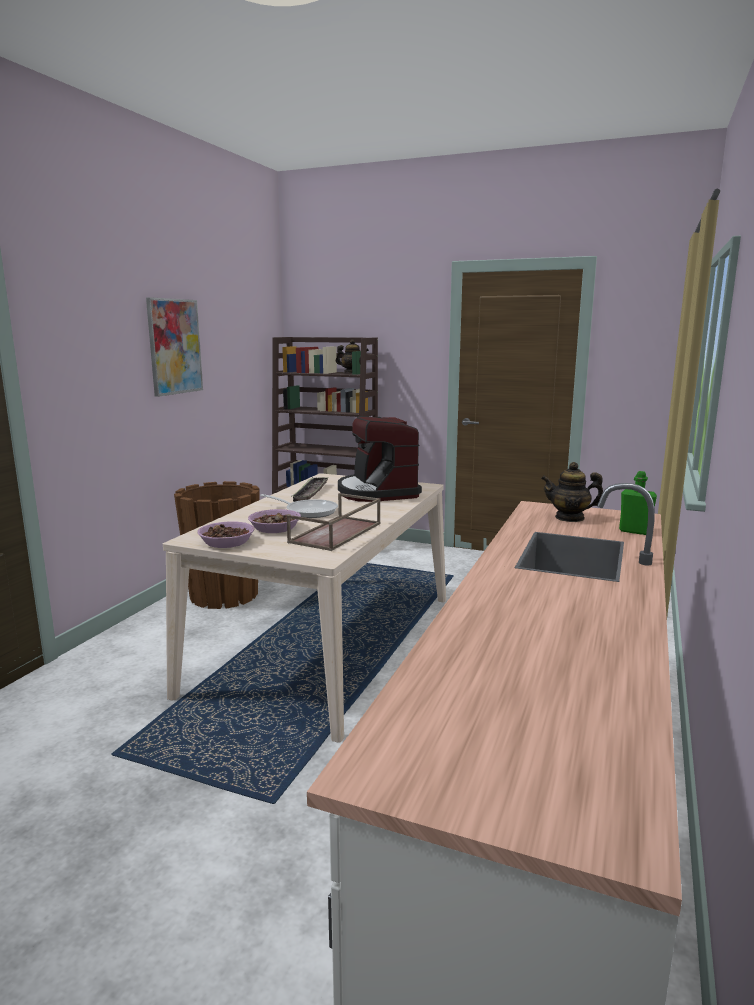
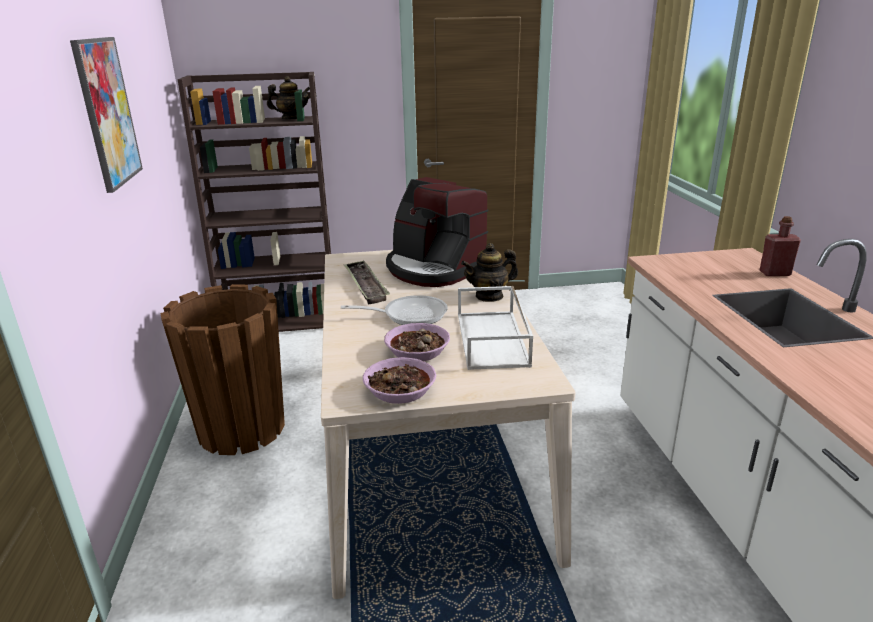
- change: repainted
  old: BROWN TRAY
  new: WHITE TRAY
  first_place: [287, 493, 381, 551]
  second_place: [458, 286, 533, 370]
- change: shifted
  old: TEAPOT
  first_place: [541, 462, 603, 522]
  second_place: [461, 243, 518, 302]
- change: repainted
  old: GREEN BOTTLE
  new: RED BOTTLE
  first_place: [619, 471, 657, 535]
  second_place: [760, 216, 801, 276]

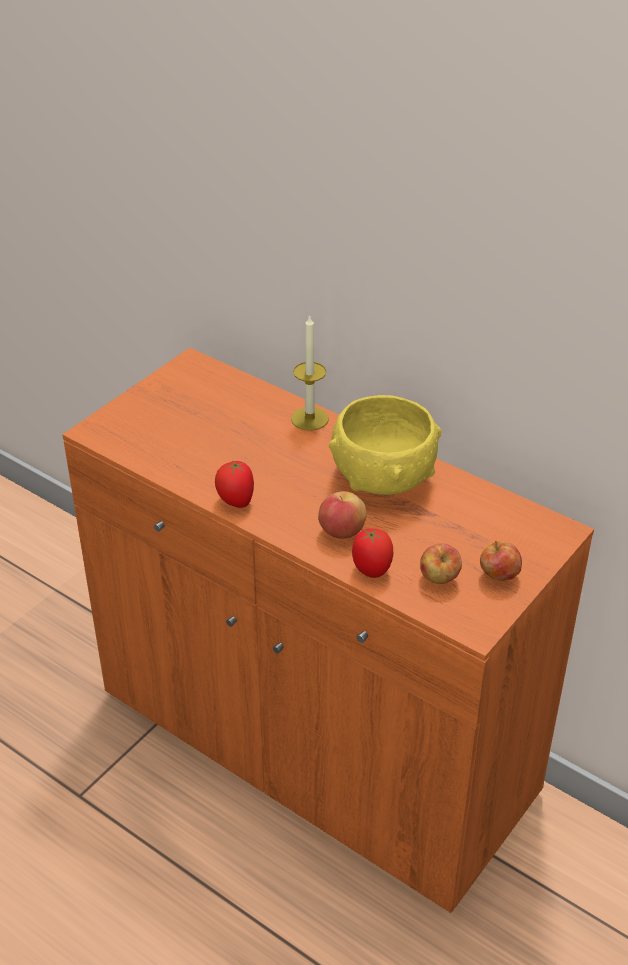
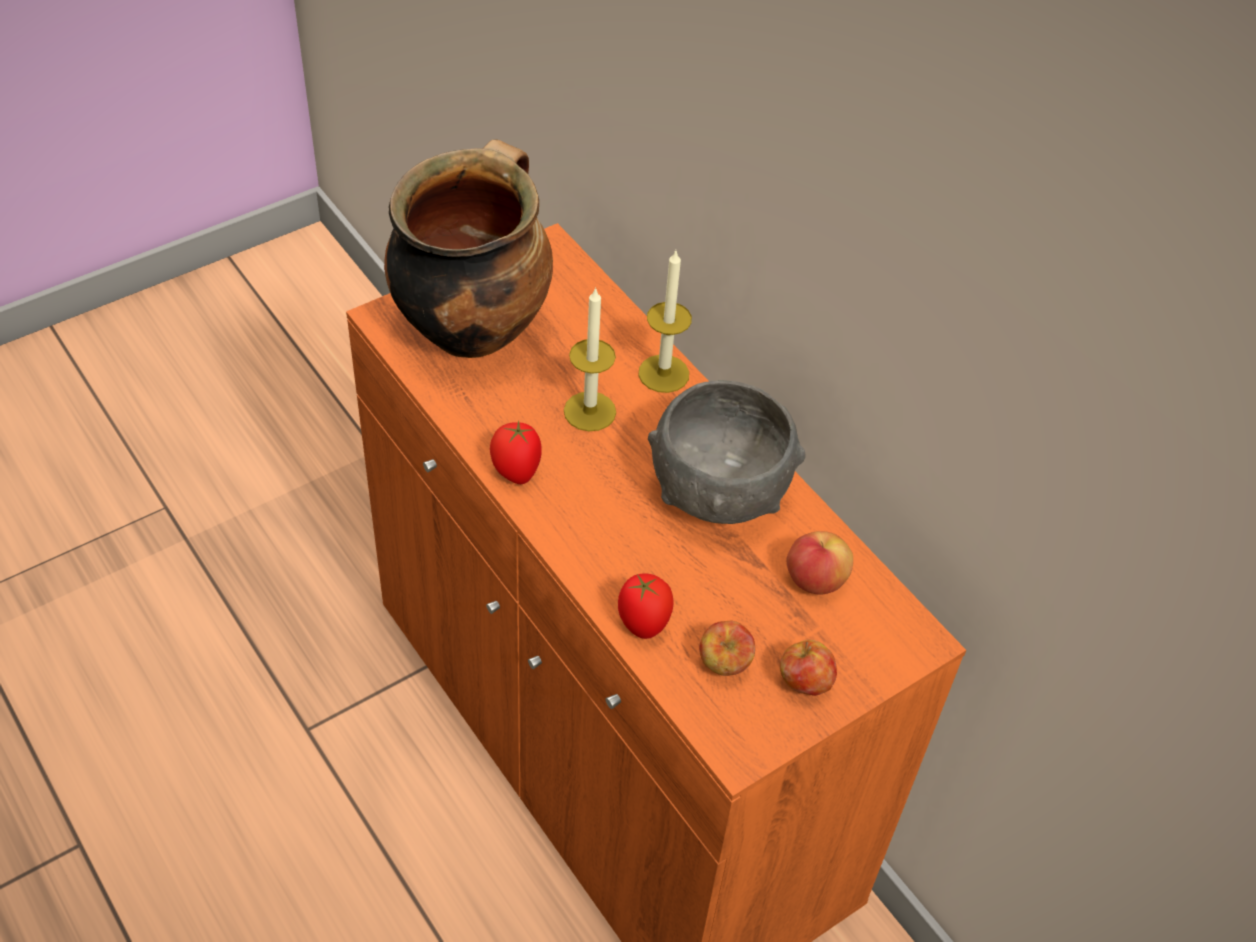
- change: new
  new: COOKING POT
  second_place: [384, 140, 553, 358]
- change: new
  new: CANDLE
  second_place: [564, 287, 616, 431]
- change: repainted
  old: YELLOW BOWL
  new: GREY BOWL
  first_place: [329, 395, 442, 495]
  second_place: [648, 380, 805, 524]
- change: shifted
  old: APPLE
  first_place: [318, 491, 367, 539]
  second_place: [786, 531, 853, 595]

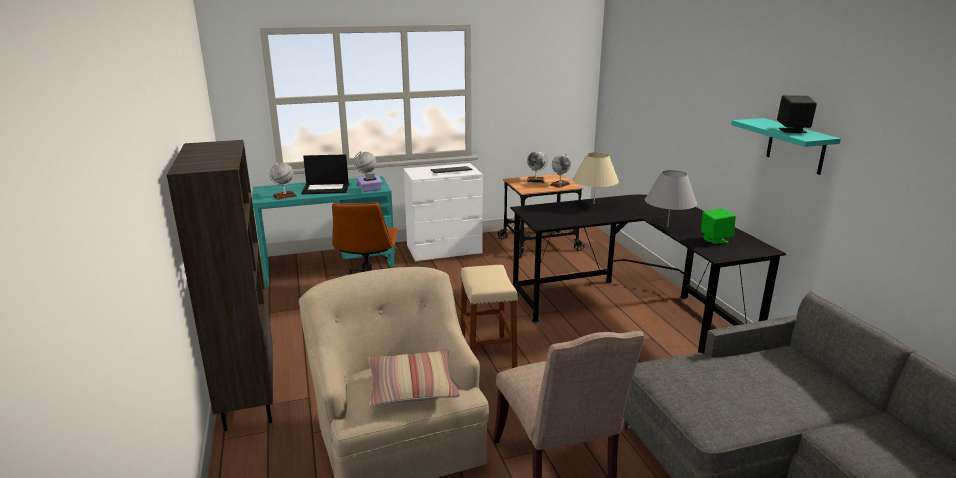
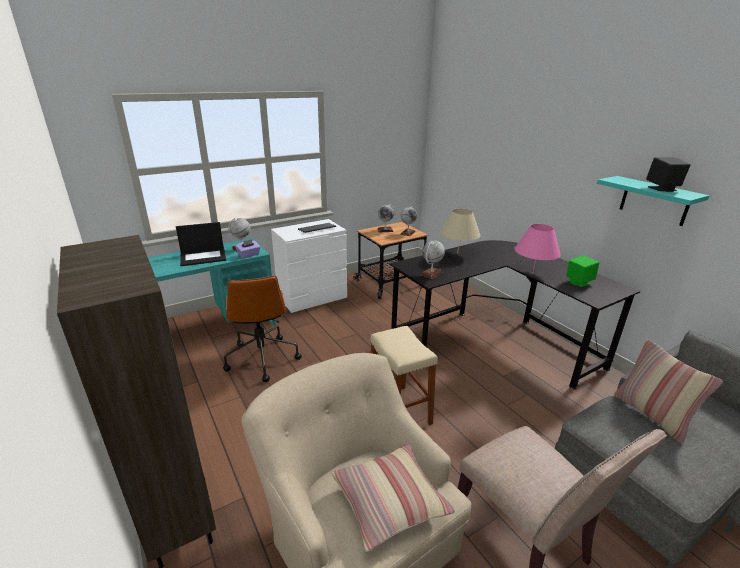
- change: shifted
  old: GLOBE
  first_place: [269, 162, 297, 200]
  second_place: [421, 240, 445, 279]
- change: repainted
  old: GREY TABLE LAMP
  new: PINK TABLE LAMP
  first_place: [645, 170, 697, 227]
  second_place: [515, 224, 561, 272]
- change: new
  new: PILLOW
  second_place: [613, 339, 723, 444]

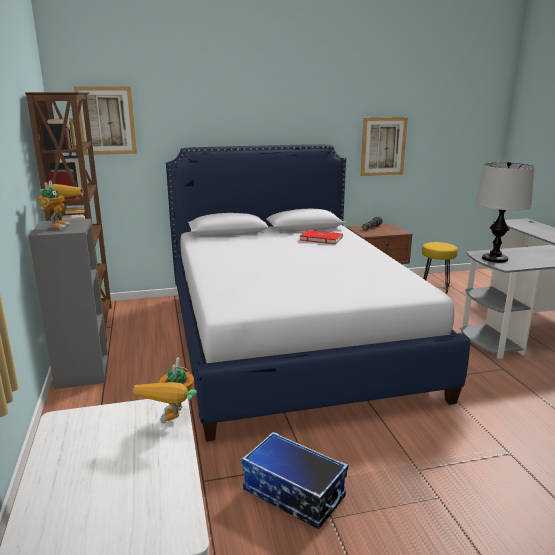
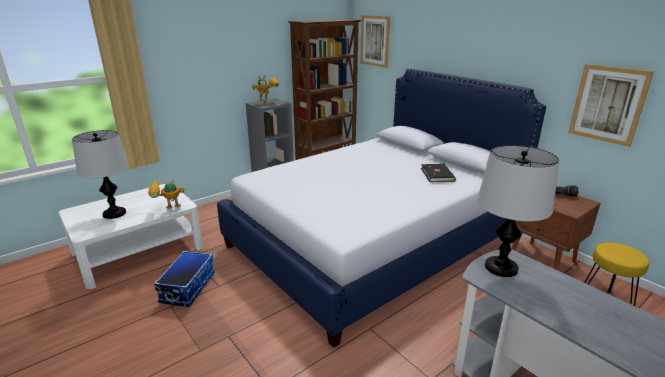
- change: new
  new: TABLE LAMP
  second_place: [72, 130, 129, 219]
- change: repainted
  old: RED BOOK
  new: BLACK BOOK
  first_place: [299, 230, 343, 244]
  second_place: [421, 164, 456, 182]

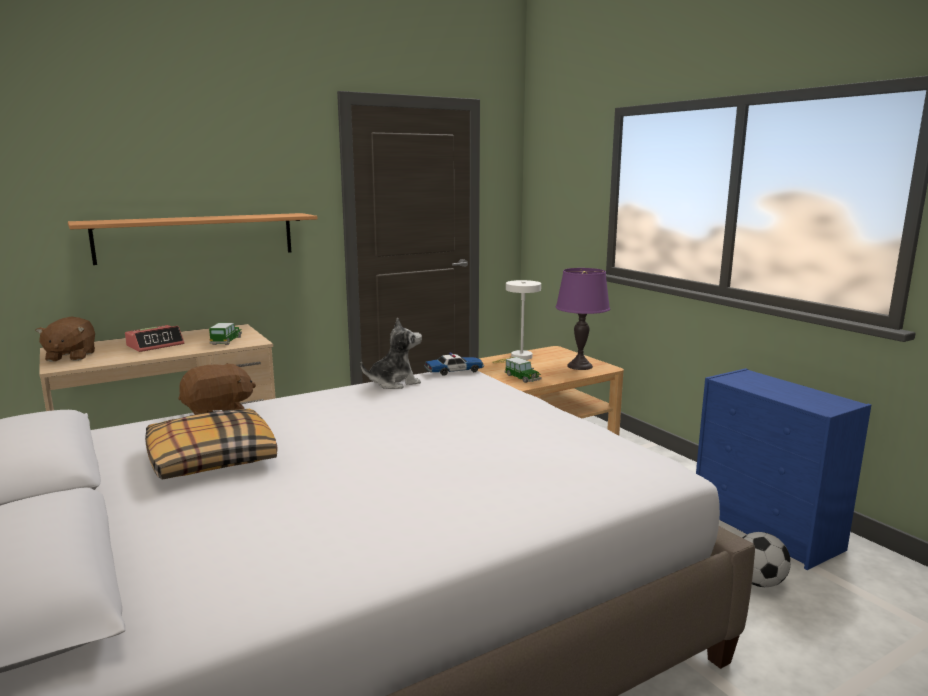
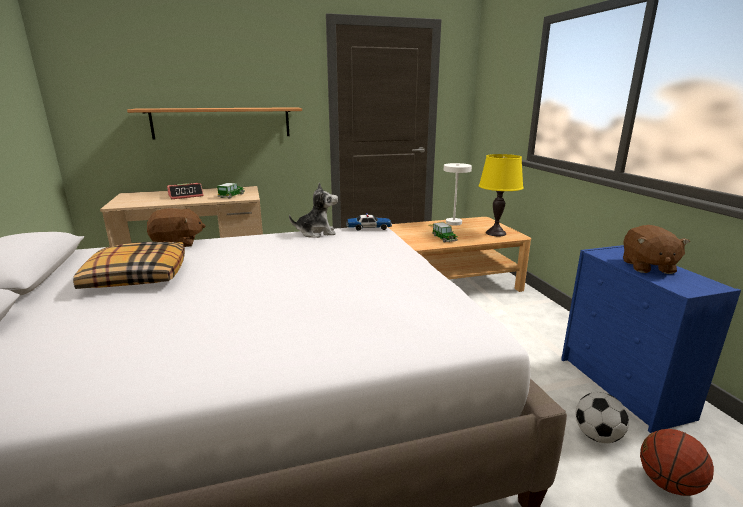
- change: repainted
  old: PURPLE TABLE LAMP
  new: YELLOW TABLE LAMP
  first_place: [556, 268, 610, 370]
  second_place: [479, 154, 524, 236]
- change: shifted
  old: BROWN PLUSH TOY
  first_place: [35, 317, 95, 362]
  second_place: [623, 225, 690, 274]
- change: new
  new: BASKETBALL
  second_place: [640, 429, 714, 496]

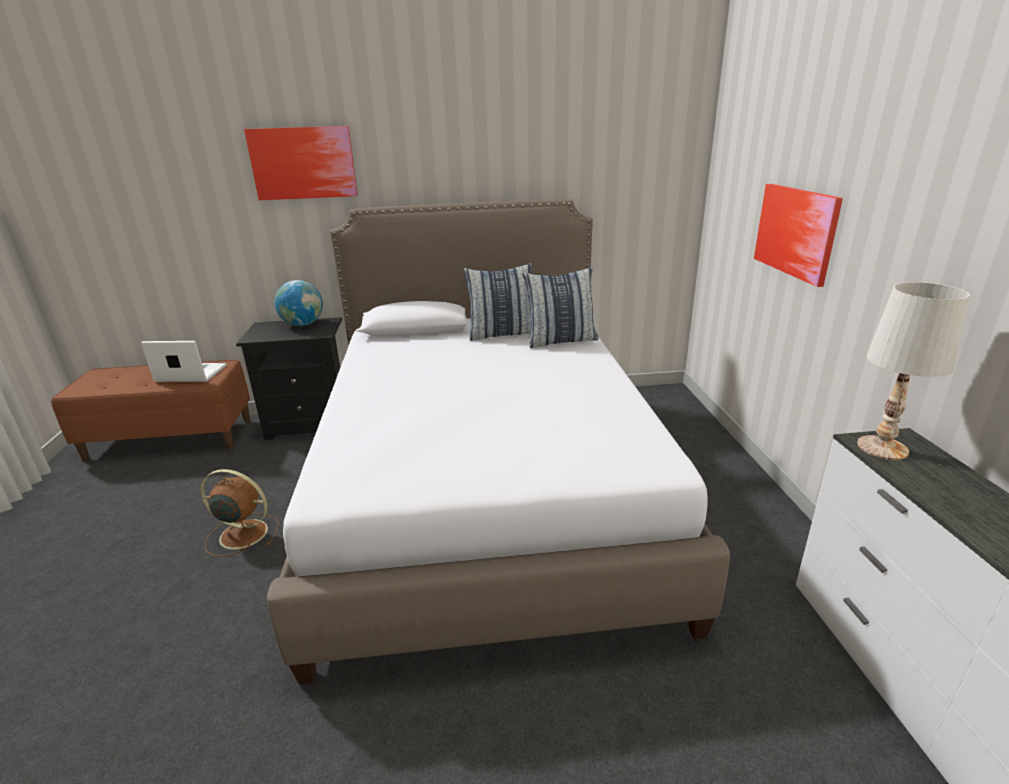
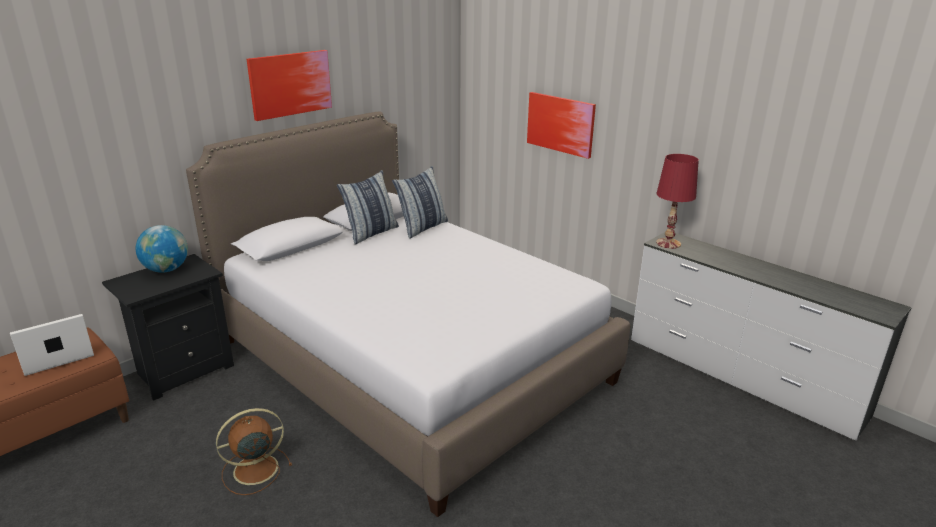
- change: shifted
  old: PICTURE
  first_place: [244, 126, 358, 200]
  second_place: [247, 50, 332, 121]
- change: repainted
  old: WHITE TABLE LAMP
  new: RED TABLE LAMP
  first_place: [857, 282, 970, 460]
  second_place: [656, 154, 699, 249]

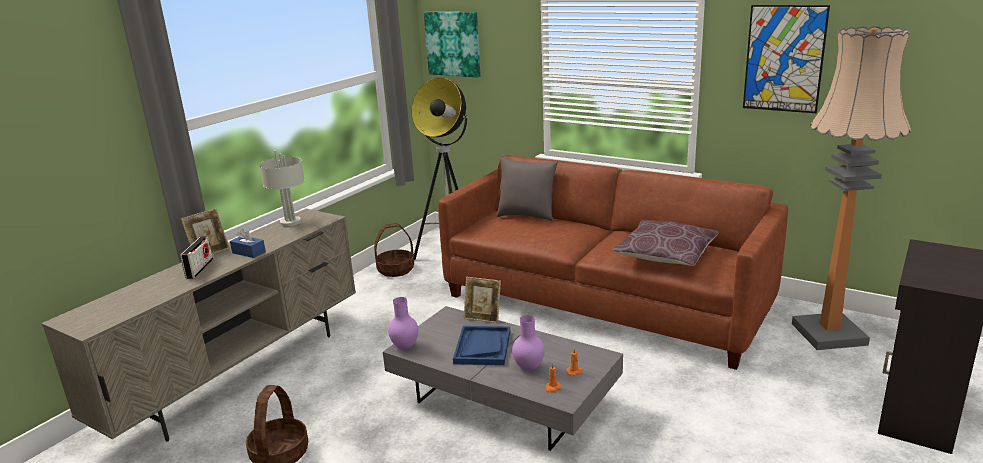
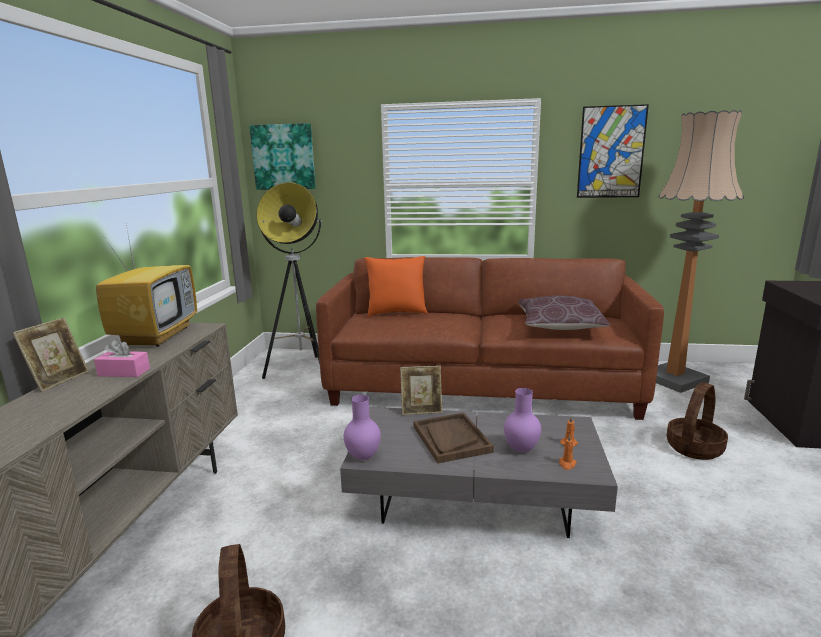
- change: repainted
  old: BLUE TISSUE BOX
  new: PINK TISSUE BOX
  first_place: [230, 229, 266, 258]
  second_place: [94, 339, 150, 377]
- change: swapped
  old: GREY TABLE LAMP
  new: TELEVISION
  first_place: [259, 150, 305, 226]
  second_place: [96, 225, 197, 347]
- change: repainted
  old: GREY PILLOW
  new: ORANGE PILLOW
  first_place: [497, 157, 558, 222]
  second_place: [365, 256, 428, 317]
- change: repainted
  old: BLUE TRAY
  new: BROWN TRAY
  first_place: [453, 326, 510, 365]
  second_place: [414, 413, 494, 464]
- change: shifted
  old: BASKET
  first_place: [374, 223, 414, 277]
  second_place: [666, 382, 728, 460]
- change: gone
  old: RADIO
  first_place: [180, 236, 213, 279]

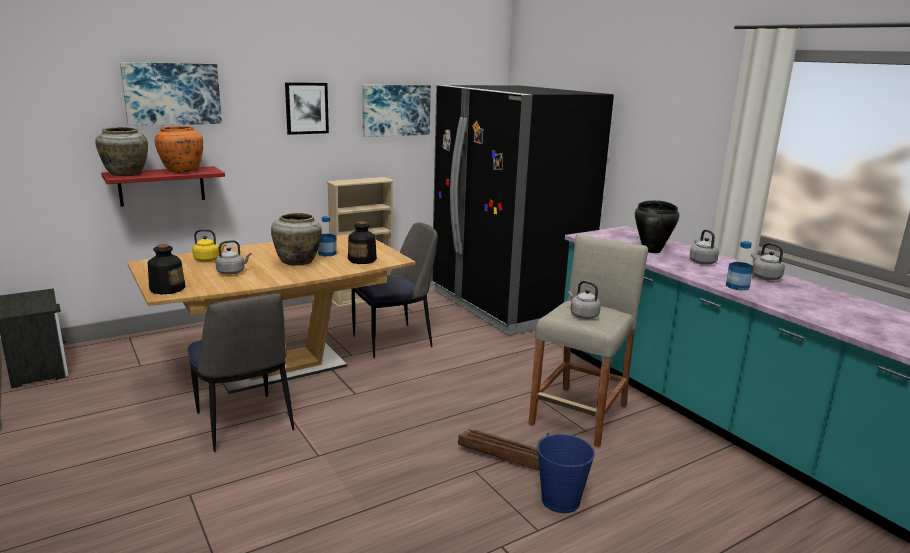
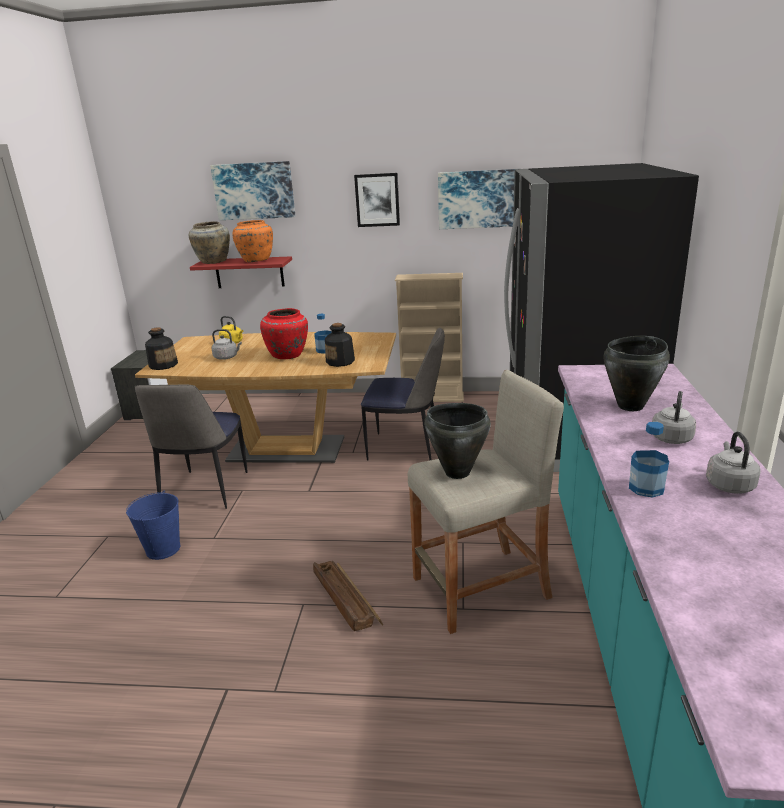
- change: shifted
  old: BLUE BUCKET
  first_place: [537, 433, 595, 513]
  second_place: [126, 491, 180, 560]
- change: repainted
  old: BEIGE VASE
  new: RED VASE
  first_place: [271, 213, 322, 266]
  second_place: [260, 308, 308, 359]
- change: swapped
  old: GREY KETTLE
  new: BLACK COOKING POT
  first_place: [568, 281, 601, 319]
  second_place: [424, 403, 491, 479]

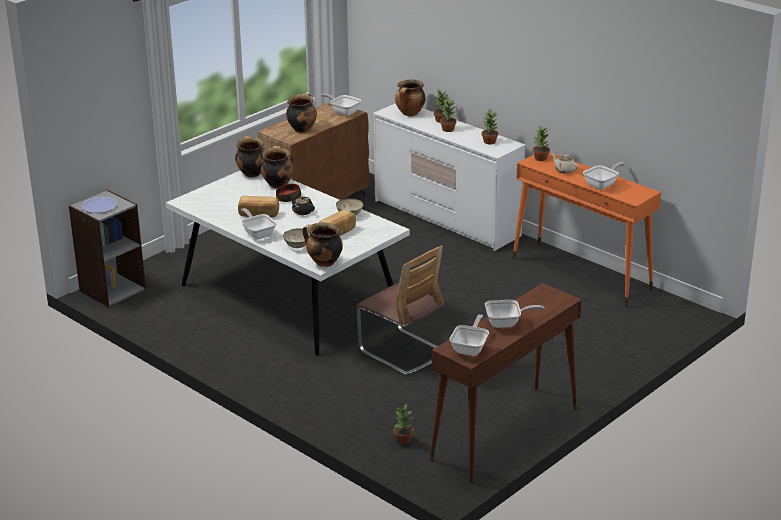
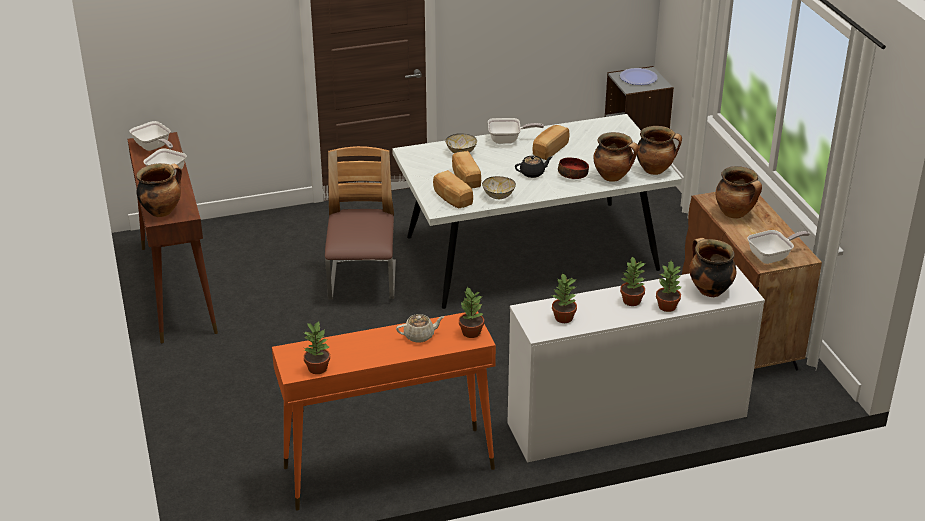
- change: shifted
  old: COOKING POT
  first_place: [302, 223, 343, 267]
  second_place: [136, 163, 182, 217]
- change: shifted
  old: POTTED PLANT
  first_place: [394, 403, 414, 444]
  second_place: [303, 322, 330, 374]
- change: rotated
  old: CHAIR
  first_place: [356, 245, 444, 376]
  second_place: [325, 146, 396, 299]
  degrees: 105
- change: new
  new: BREAD
  second_place: [433, 170, 473, 209]
- change: gone
  old: FRYING PAN
  first_place: [583, 162, 625, 190]

